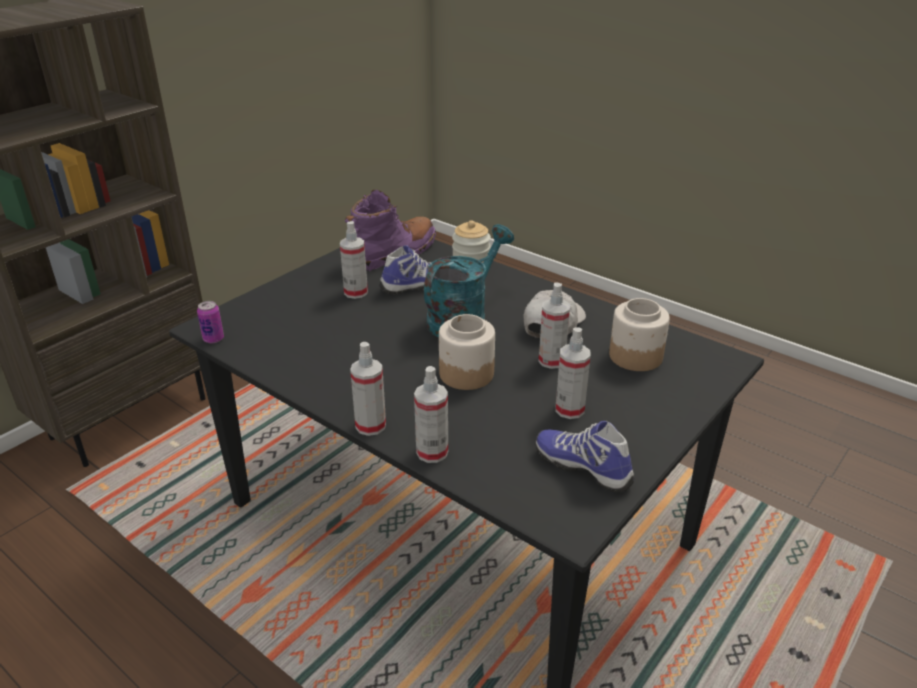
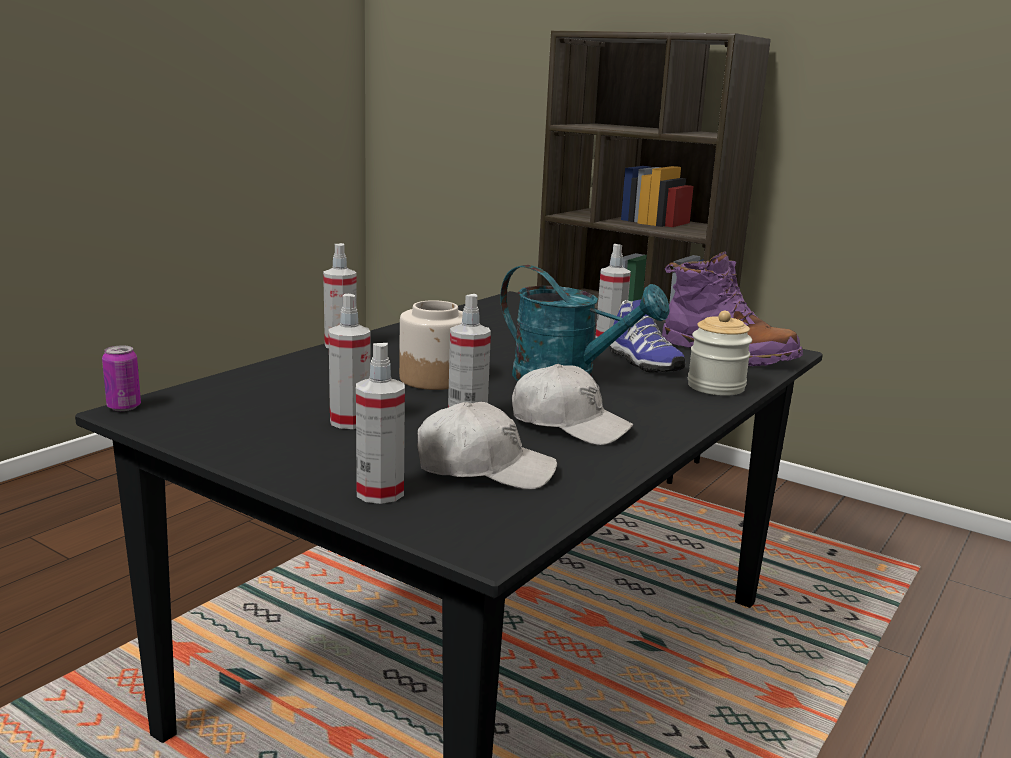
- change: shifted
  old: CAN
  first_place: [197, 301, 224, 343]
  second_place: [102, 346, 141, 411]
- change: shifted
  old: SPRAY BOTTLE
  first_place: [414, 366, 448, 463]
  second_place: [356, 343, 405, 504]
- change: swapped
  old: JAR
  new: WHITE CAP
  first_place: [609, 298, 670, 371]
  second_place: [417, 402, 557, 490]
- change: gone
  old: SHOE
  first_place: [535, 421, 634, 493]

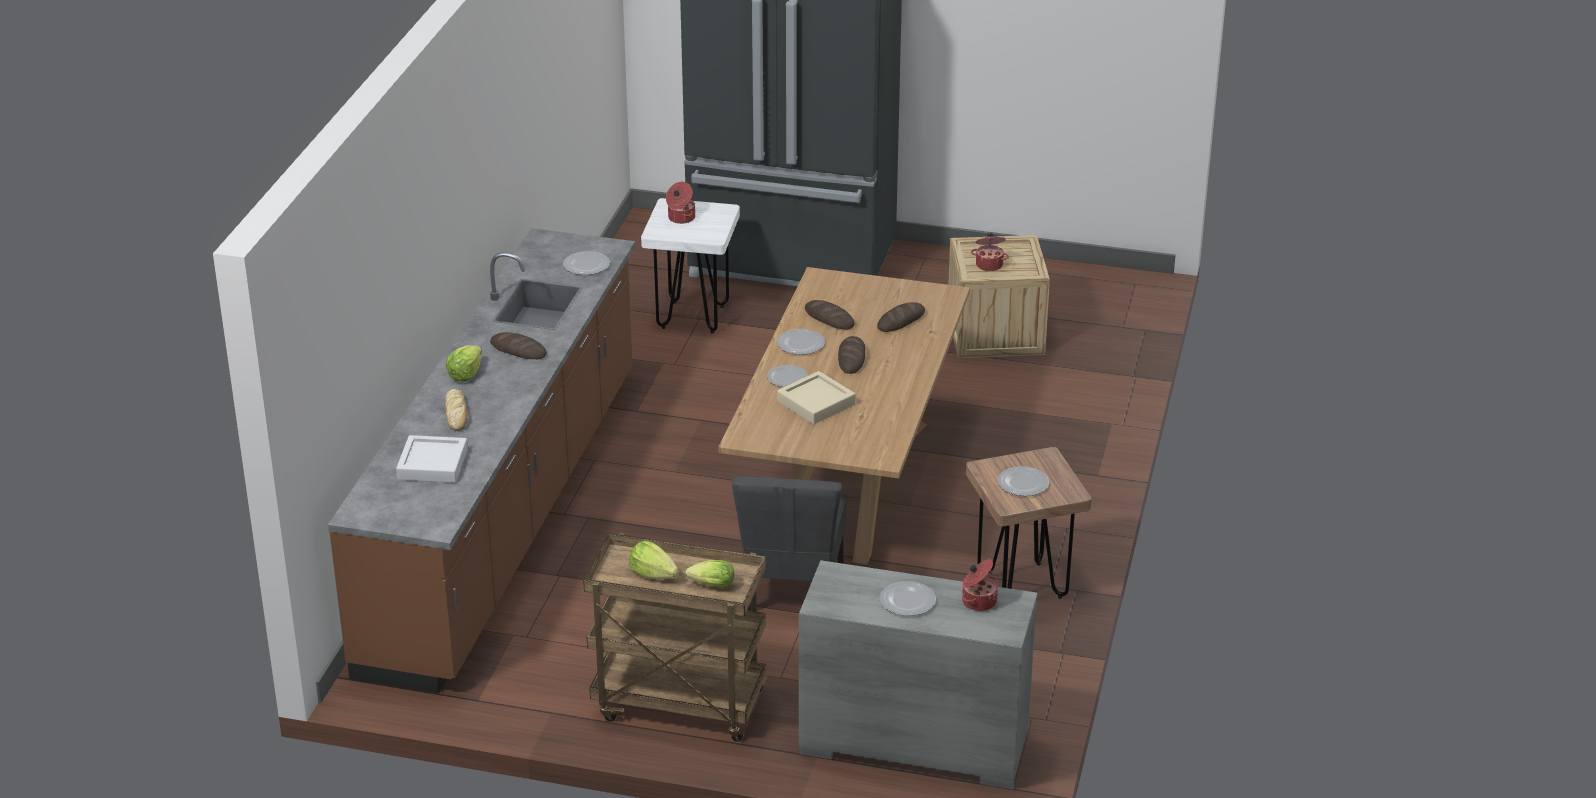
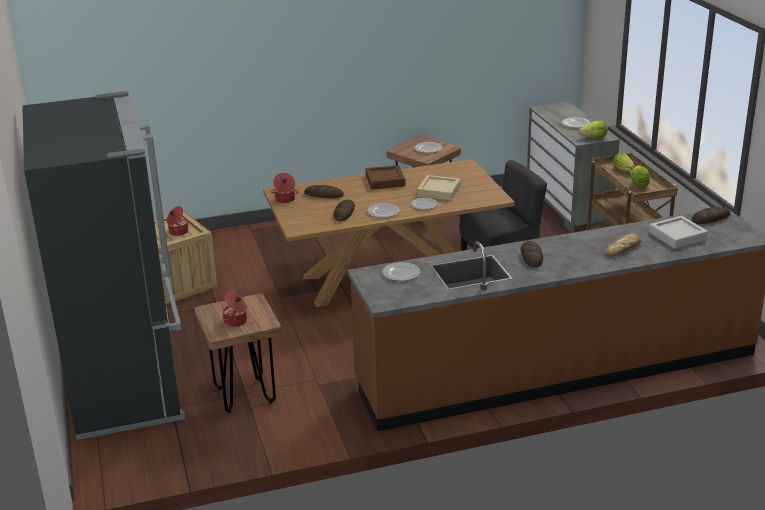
- change: repainted
  old: WHITE STOOL
  new: BROWN STOOL
  first_place: [641, 198, 740, 333]
  second_place: [195, 294, 282, 413]
- change: shifted
  old: COOKING POT
  first_place: [962, 559, 998, 611]
  second_place: [271, 173, 299, 203]
- change: new
  new: BROWN TRAY
  second_place: [366, 165, 405, 189]
- change: shifted
  old: LETTUCE
  first_place: [446, 345, 482, 382]
  second_place: [579, 120, 607, 138]
- change: shifted
  old: BREAD
  first_place: [838, 336, 865, 374]
  second_place: [692, 207, 731, 224]

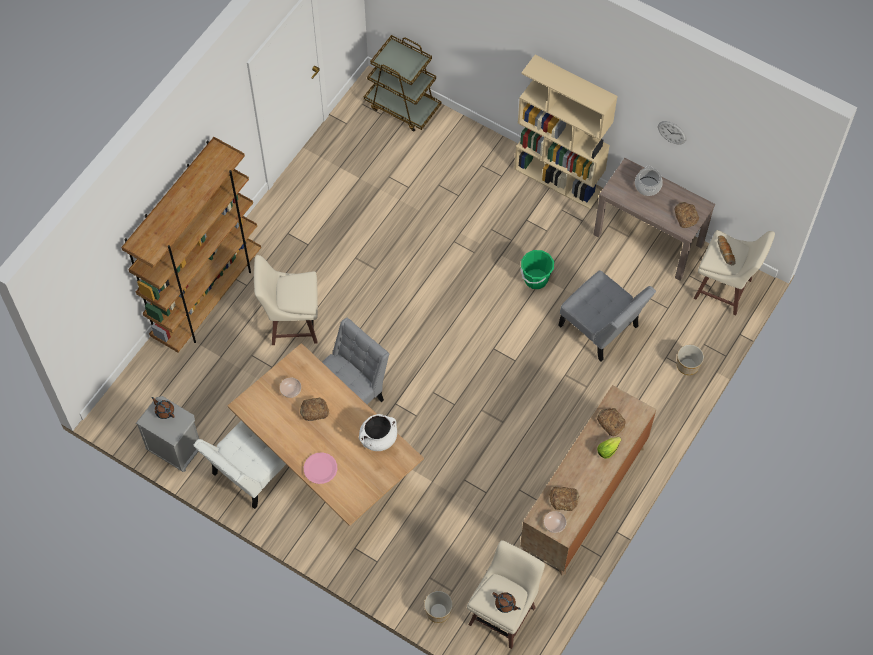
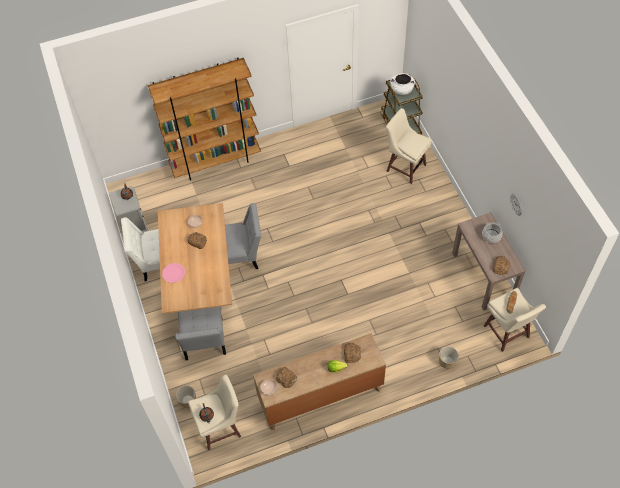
- change: shifted
  old: GREY CHAIR
  first_place: [558, 271, 656, 361]
  second_place: [175, 307, 226, 360]
- change: shifted
  old: BEIGE STOOL
  first_place: [254, 255, 318, 345]
  second_place: [386, 108, 432, 184]
- change: shifted
  old: WHITE COOKING POT
  first_place: [359, 414, 397, 451]
  second_place: [390, 73, 415, 95]
- change: gone
  old: BEIGE BOOKCASE
  first_place: [514, 55, 618, 209]
- change: gone
  old: GREEN BUCKET
  first_place: [521, 250, 554, 289]

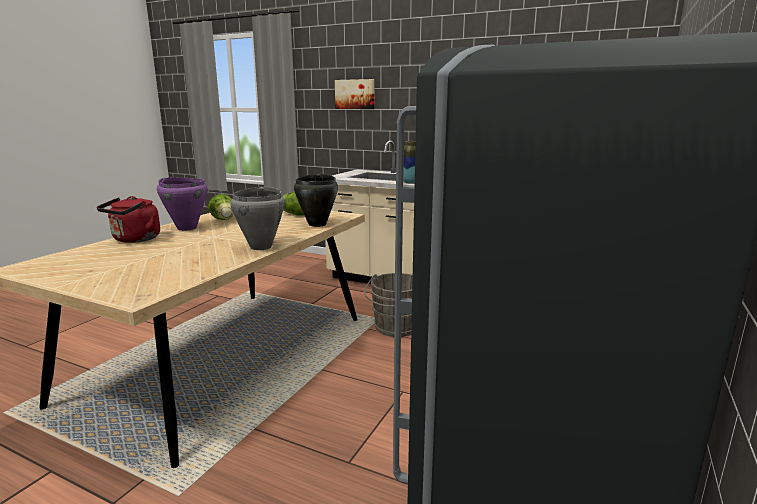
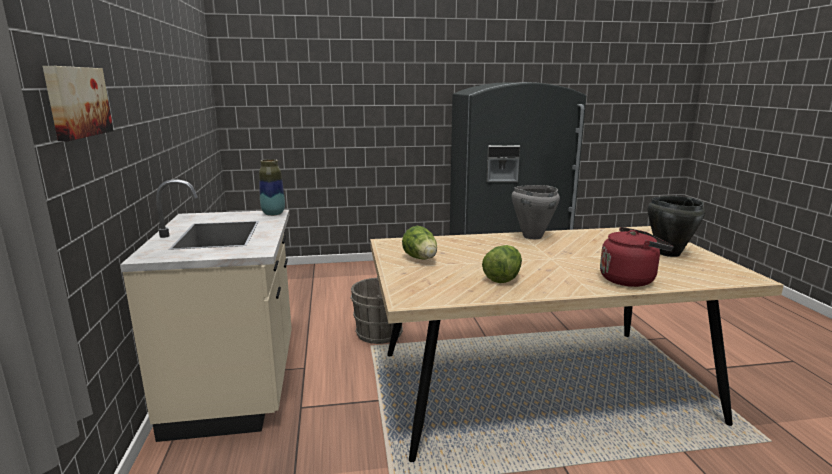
- change: shifted
  old: BLACK COOKING POT
  first_place: [294, 174, 338, 227]
  second_place: [647, 196, 705, 257]
- change: gone
  old: PURPLE COOKING POT
  first_place: [157, 177, 208, 231]

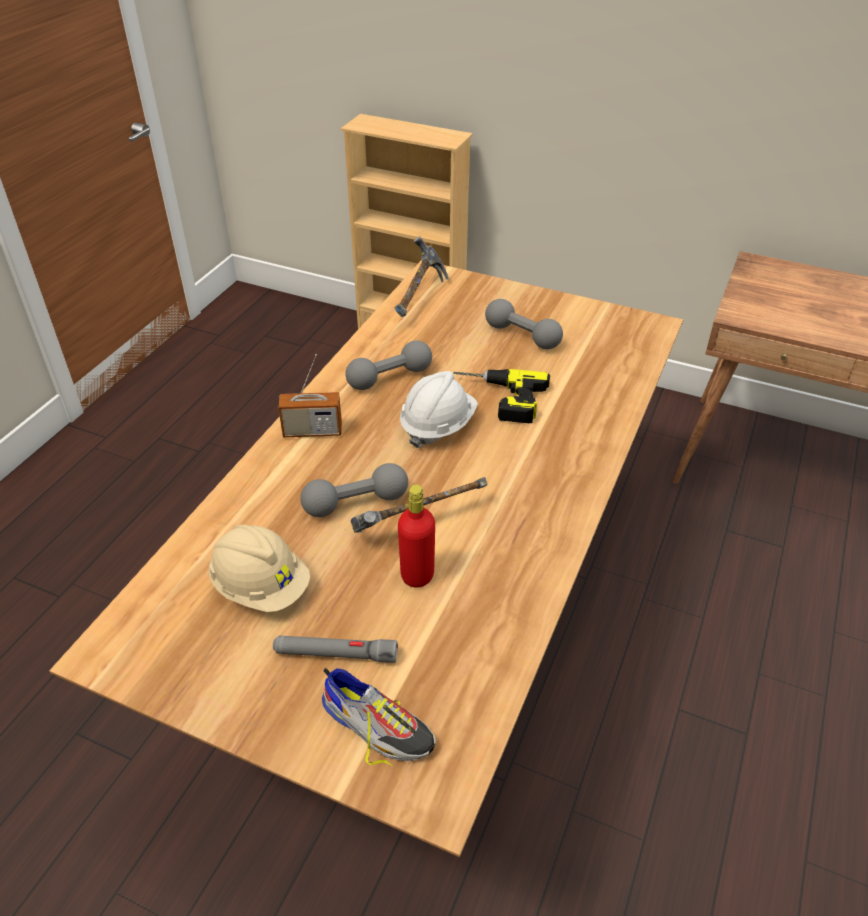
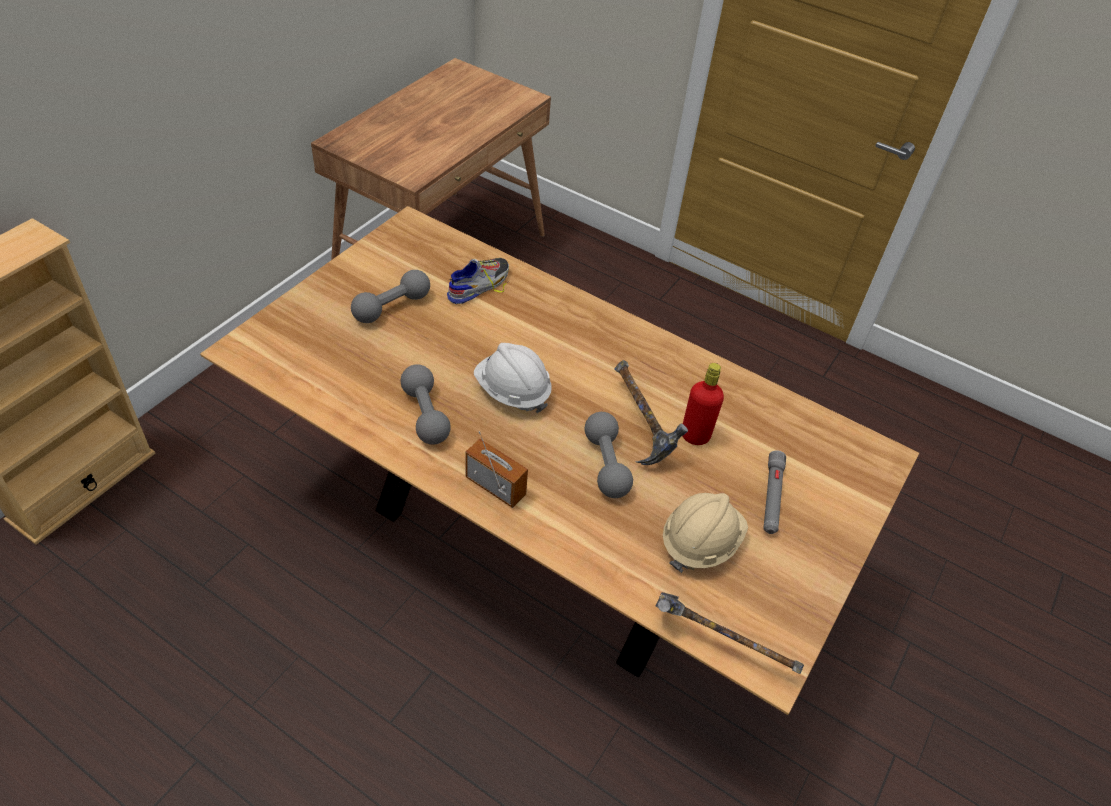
- change: shifted
  old: SHOE
  first_place: [322, 668, 436, 765]
  second_place: [447, 258, 509, 304]
- change: rotated
  old: RADIO
  first_place: [278, 354, 342, 437]
  second_place: [466, 431, 528, 508]
  degrees: -60
- change: shifted
  old: HAMMER
  first_place: [394, 236, 449, 317]
  second_place: [656, 592, 804, 674]
- change: gone
  old: POWER DRILL
  first_place: [454, 369, 550, 423]

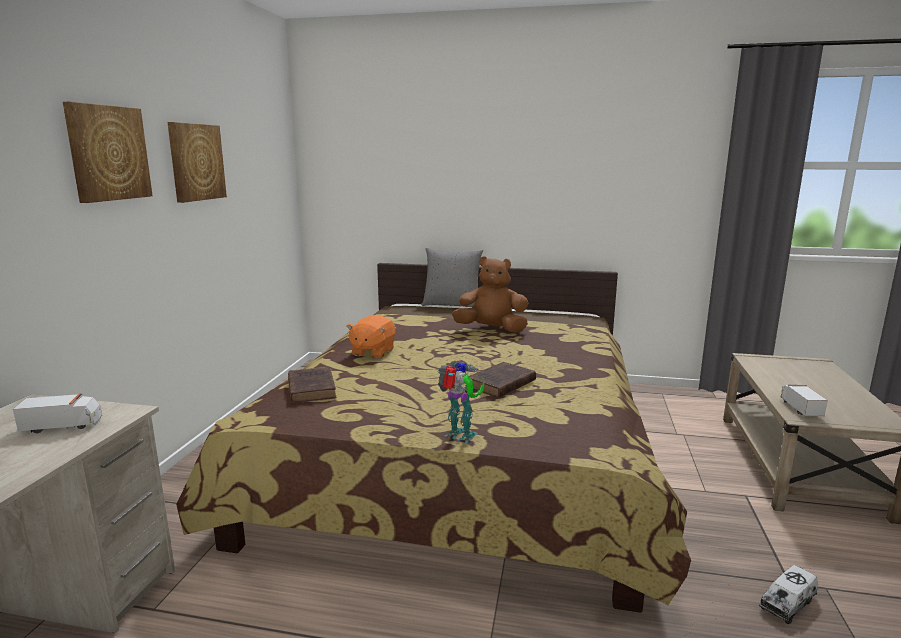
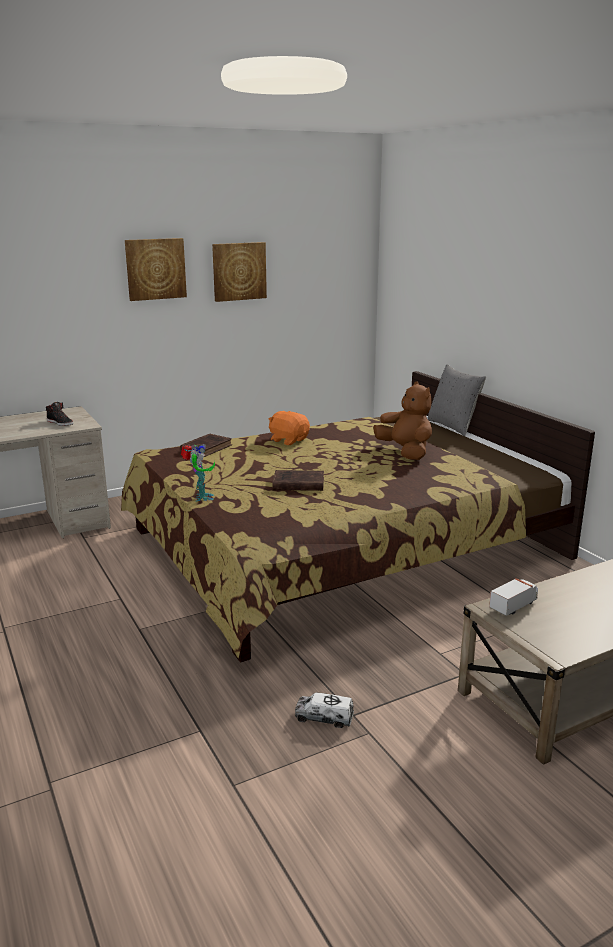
- change: swapped
  old: TOY TRUCK
  new: BLACK SHOE
  first_place: [13, 393, 102, 433]
  second_place: [46, 402, 73, 426]
- change: rotated
  old: ORANGE PLUSH TOY
  first_place: [346, 315, 395, 359]
  second_place: [268, 411, 310, 445]
  degrees: 60

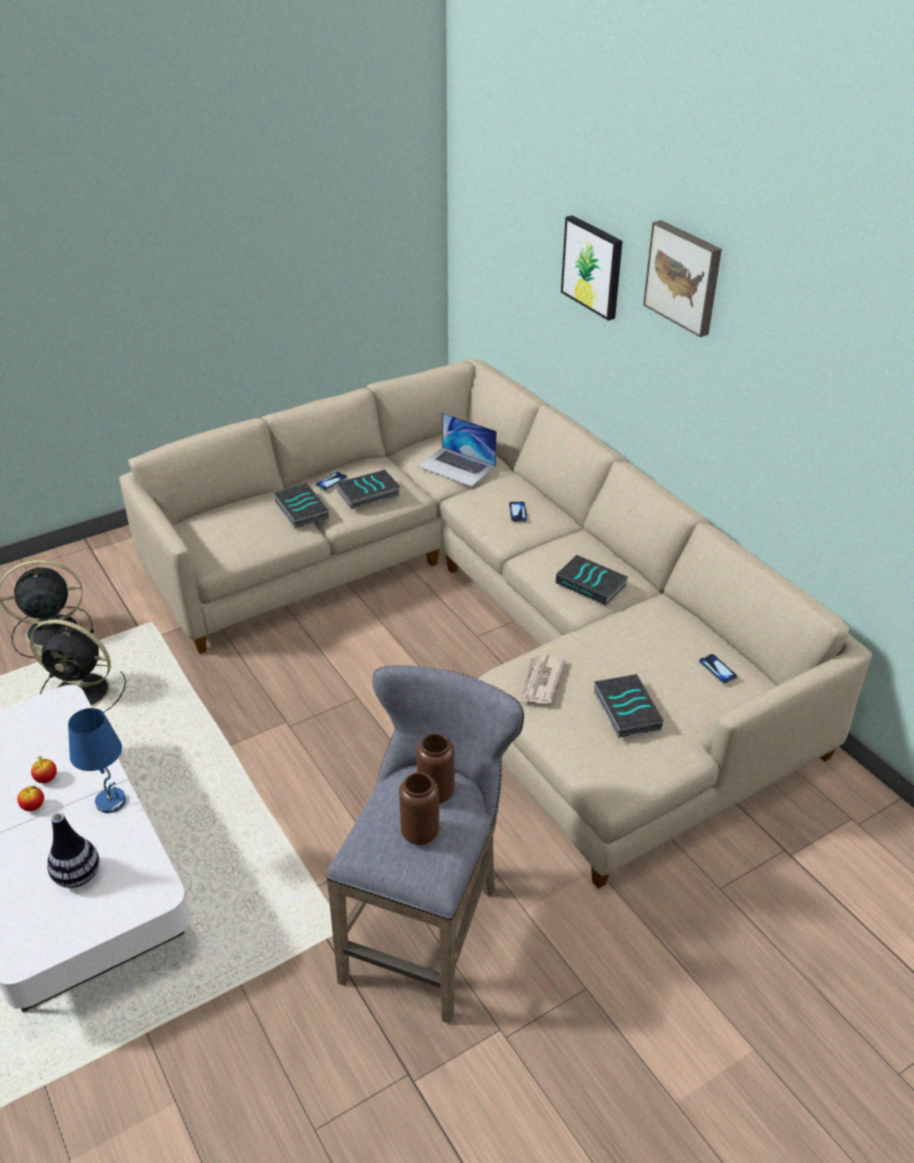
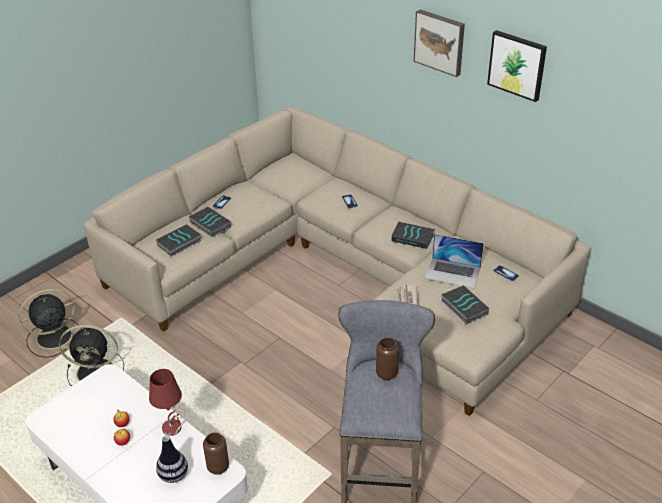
- change: repainted
  old: BLUE TABLE LAMP
  new: RED TABLE LAMP
  first_place: [68, 708, 126, 813]
  second_place: [149, 369, 182, 436]
- change: shifted
  old: BOOK
  first_place: [337, 470, 400, 509]
  second_place: [156, 224, 202, 256]
- change: shifted
  old: BROWN VASE
  first_place: [399, 772, 439, 845]
  second_place: [203, 432, 229, 475]
- change: shifted
  old: LAPTOP
  first_place: [418, 412, 497, 487]
  second_place: [425, 234, 484, 288]
- change: shifted
  old: PICTURE
  first_place: [561, 215, 623, 321]
  second_place: [487, 30, 547, 102]

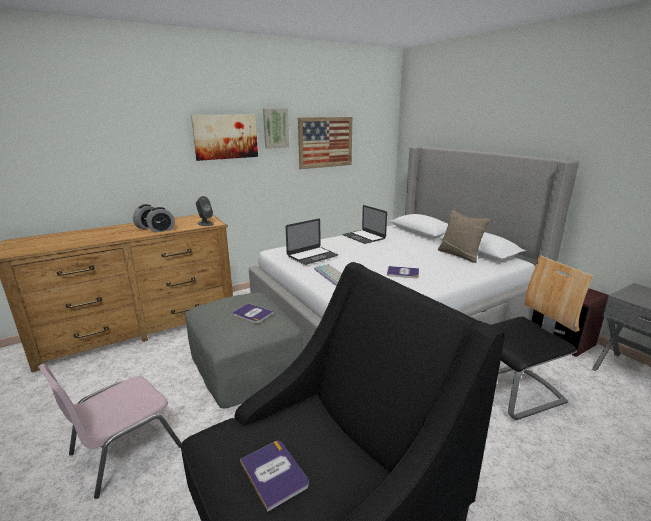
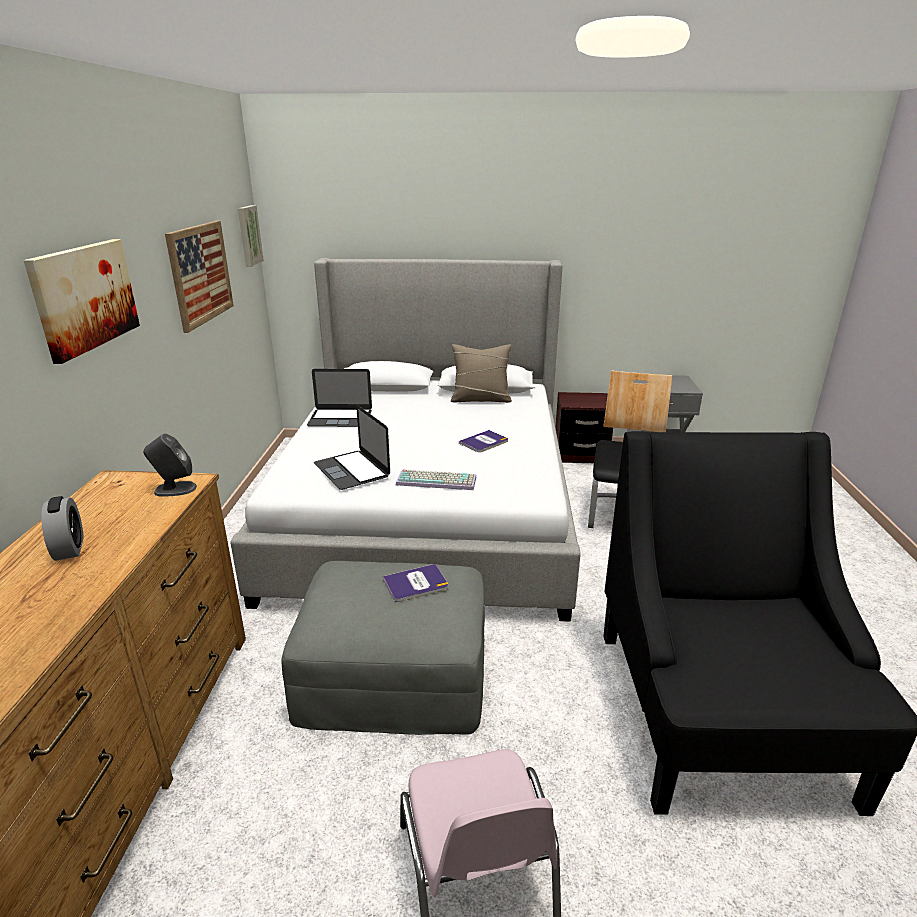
- change: shifted
  old: PICTURE
  first_place: [263, 108, 289, 149]
  second_place: [238, 205, 264, 267]
- change: rotated
  old: LAPTOP
  first_place: [286, 219, 338, 265]
  second_place: [314, 405, 390, 490]
  degrees: 150
- change: gone
  old: ALARM CLOCK
  first_place: [146, 207, 175, 233]
- change: gone
  old: BOOK
  first_place: [240, 441, 309, 512]

